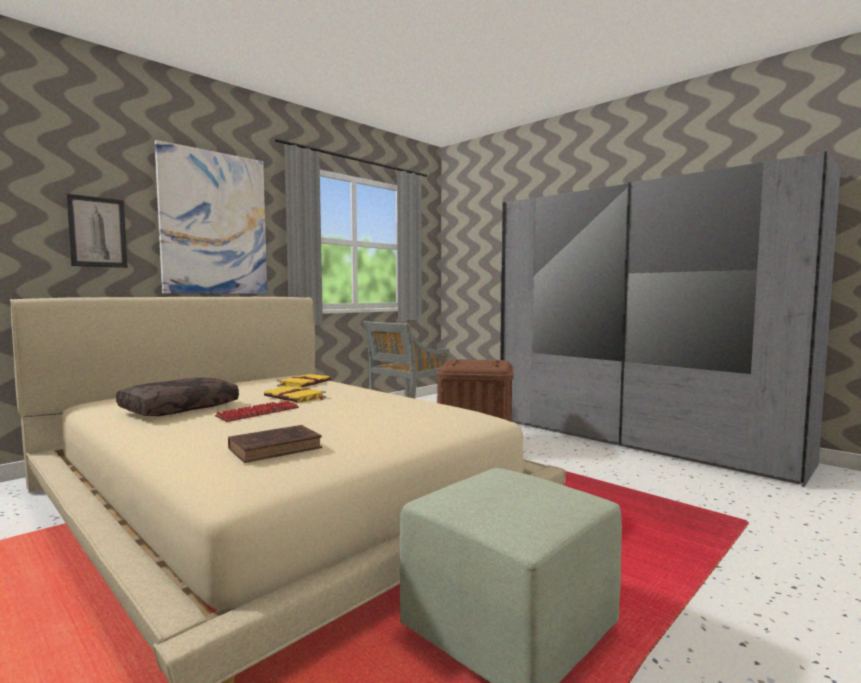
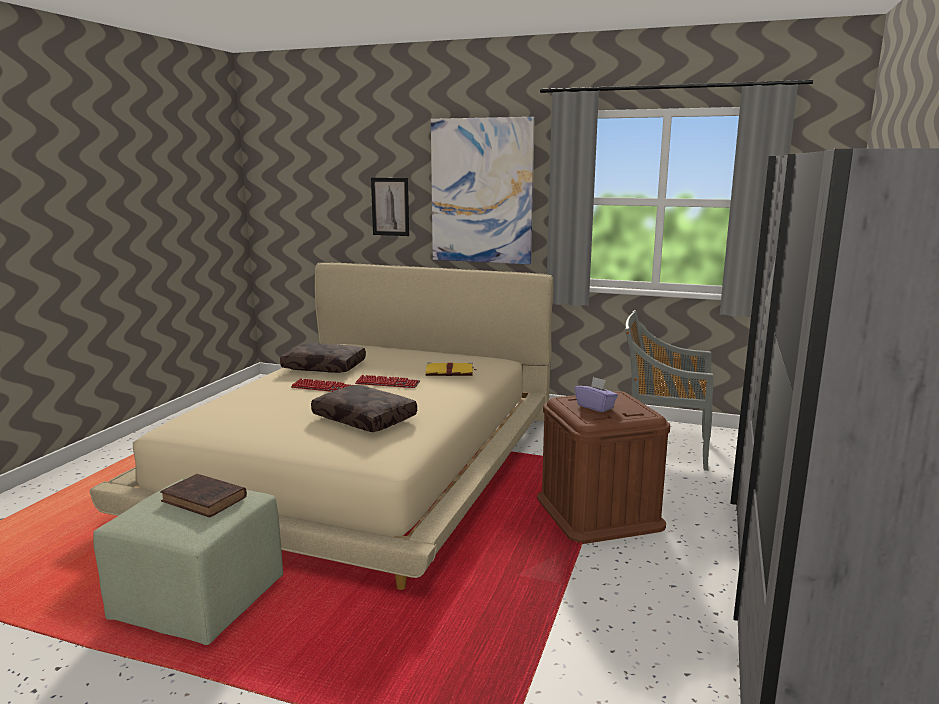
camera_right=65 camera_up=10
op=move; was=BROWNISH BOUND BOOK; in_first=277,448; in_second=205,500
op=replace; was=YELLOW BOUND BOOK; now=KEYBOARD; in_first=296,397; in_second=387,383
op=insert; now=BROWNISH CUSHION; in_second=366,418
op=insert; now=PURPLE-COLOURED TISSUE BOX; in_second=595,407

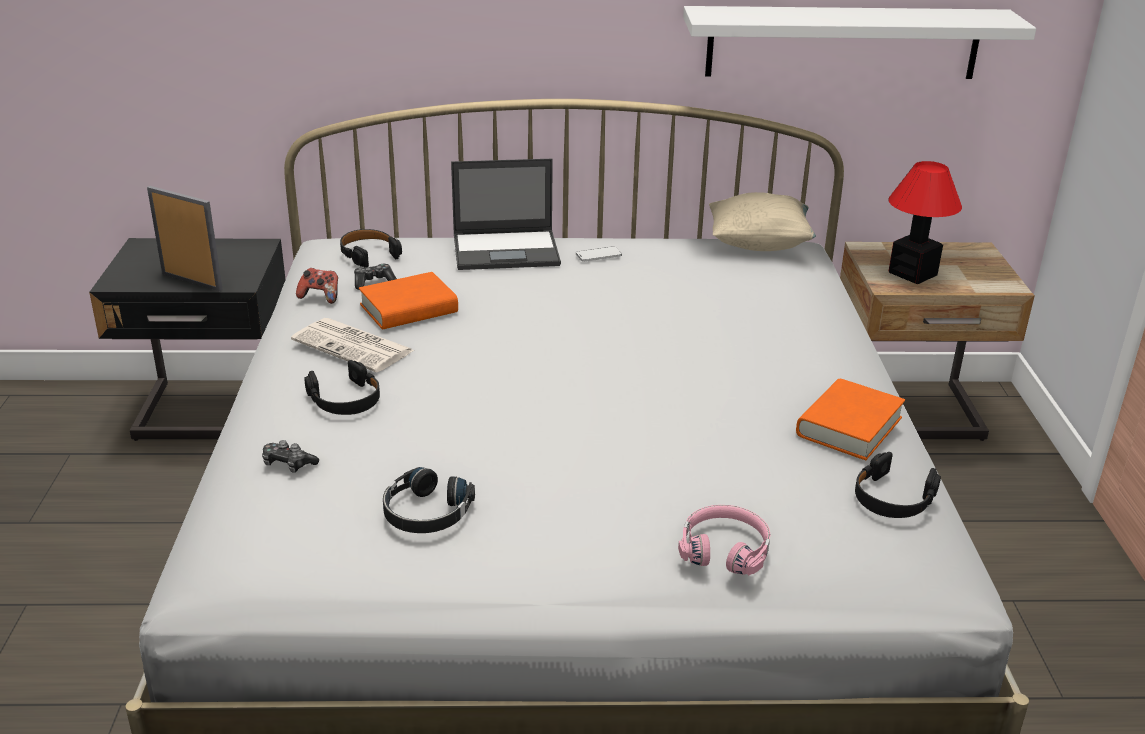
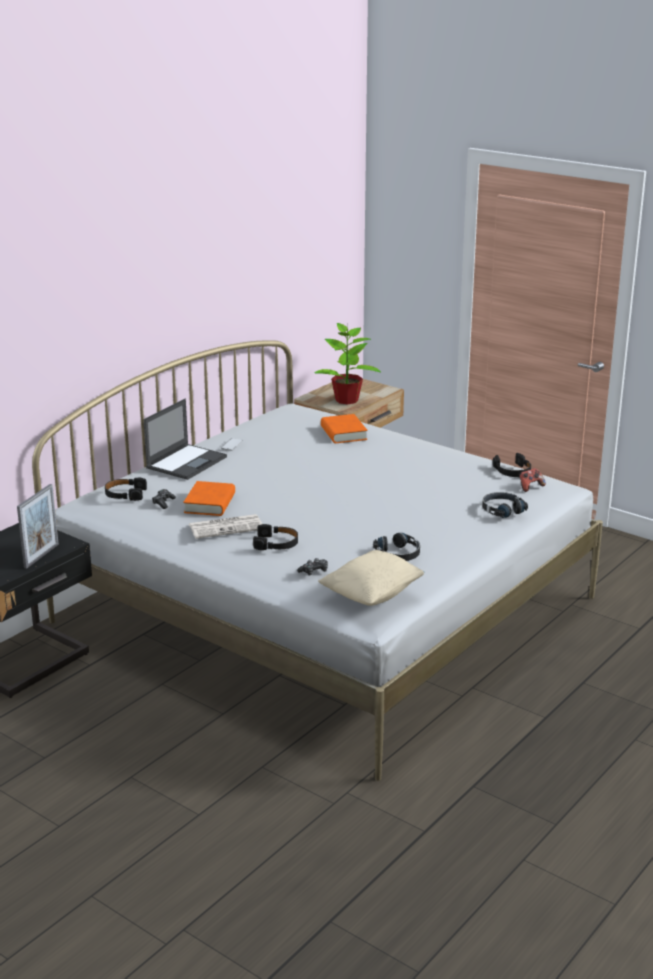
camera_right=-50 camera_up=-5
op=rotate; was=STANDING FRAME; in_first=192,281; in_second=41,556; clockwise=135
op=move; was=JOYPAD; in_first=320,297; in_second=530,487
op=recolor; was=PINK-COLOURED HEADSET; now=BLACK-COLOURED HEADSET; in_first=725,549; in_second=502,510
op=delete; was=WHITE BRACKET SHELF; in_first=843,42
op=move; was=SAND-COLOURED CUSHION; in_first=759,244; in_second=372,595
op=move; was=ORANGE-COLOURED BOUND BOOK; in_first=849,426; in_second=343,433
op=replace; was=TABLE LAMP; now=POTTED PLANT; in_first=911,273; in_second=346,400

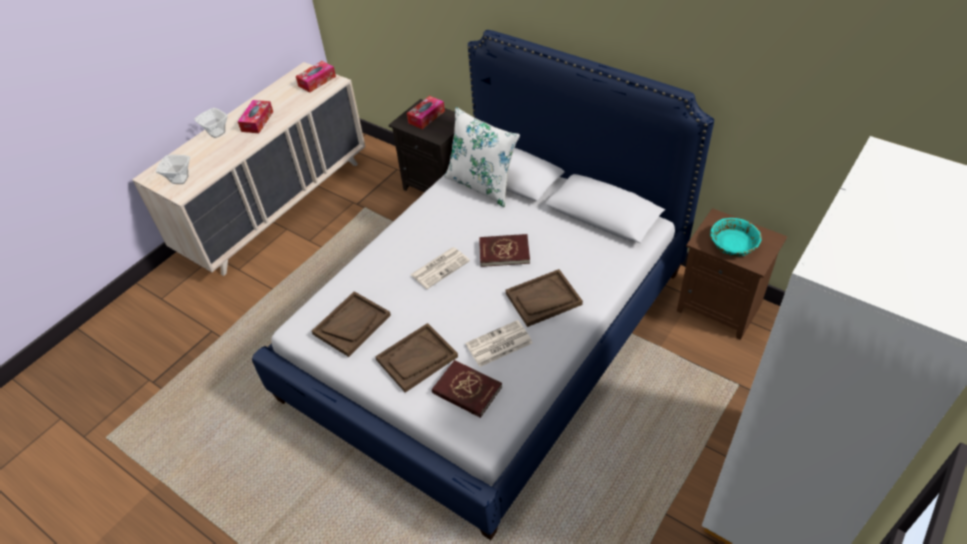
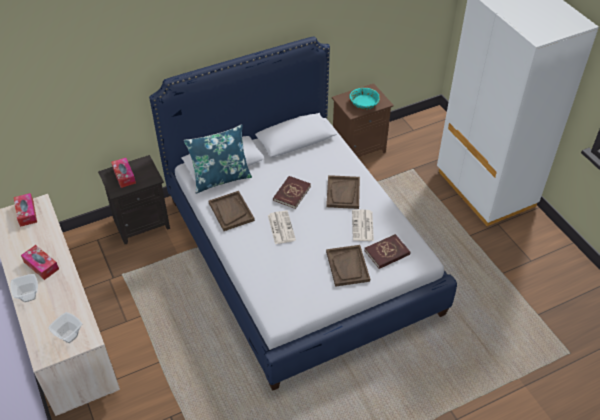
camera_right=-65 camera_up=0
op=move; was=BROWNISH CARRYING TRAY; in_first=352,324; in_second=231,212
op=recolor; was=WHITE CUSHION; now=BLUISH CUSHION; in_first=482,184; in_second=220,178

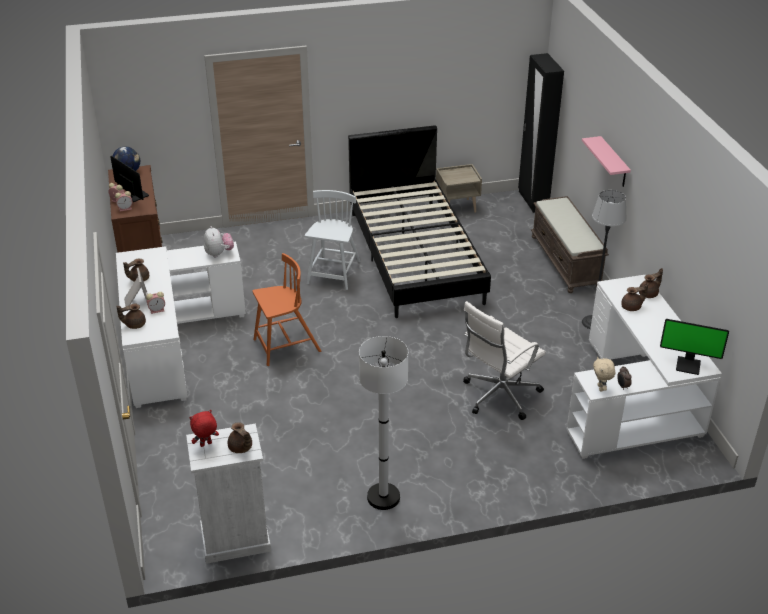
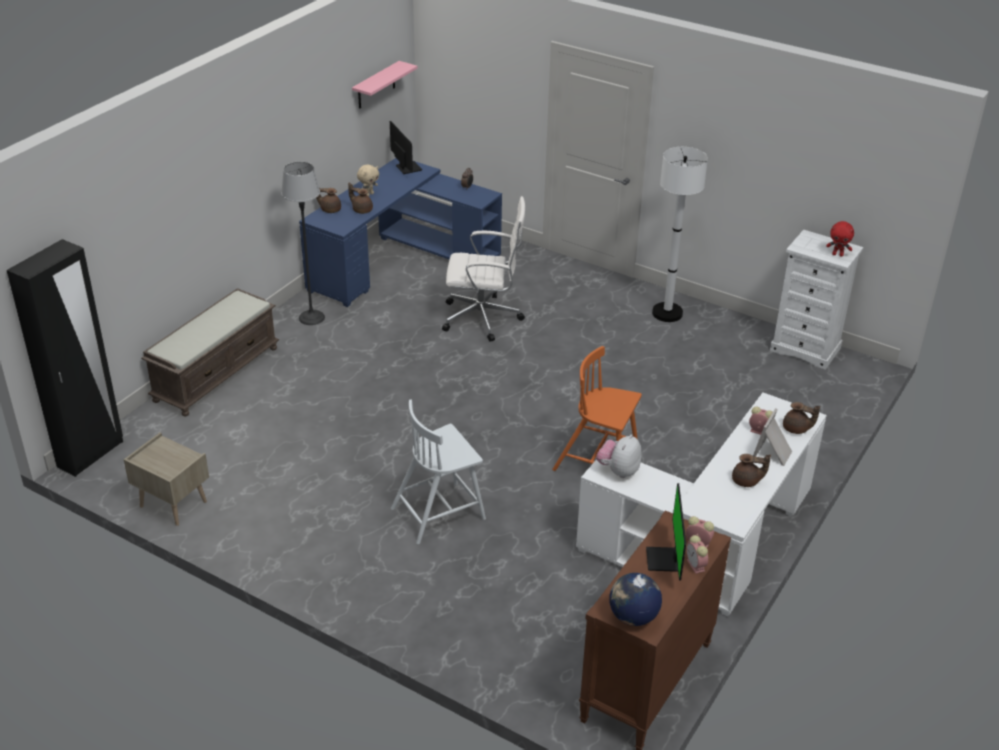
camera_right=-135 camera_up=0
op=delete; was=BROWNISH TEAPOT; in_first=241,448
op=delete; was=BLACK-COLOURED BED; in_first=415,256
op=recolor; was=WHITE DESK UNIT; now=BLUISH DESK UNIT; in_first=635,401; in_second=398,261
op=move; was=PINK-COLOURED BRACKET SHELF; in_first=614,163; in_second=376,85
op=move; was=SAND-COLOURED SOFT TOY; in_first=601,388; in_second=369,194

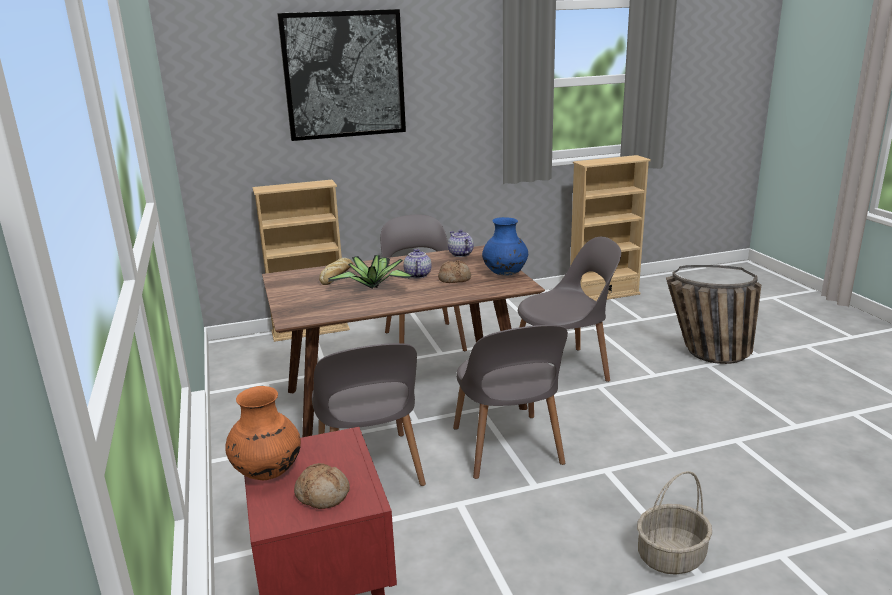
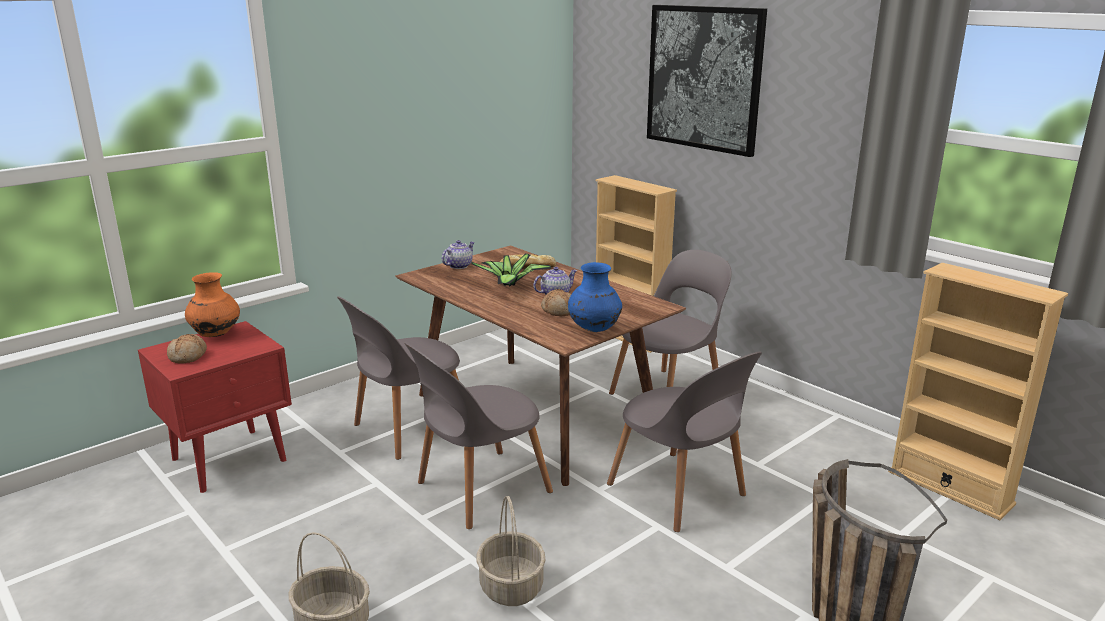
camera_right=65 camera_up=0
op=move; was=TEAPOT; in_first=460,254; in_second=458,266
op=insert; now=HOUSEHOLD BASKET; in_second=510,586

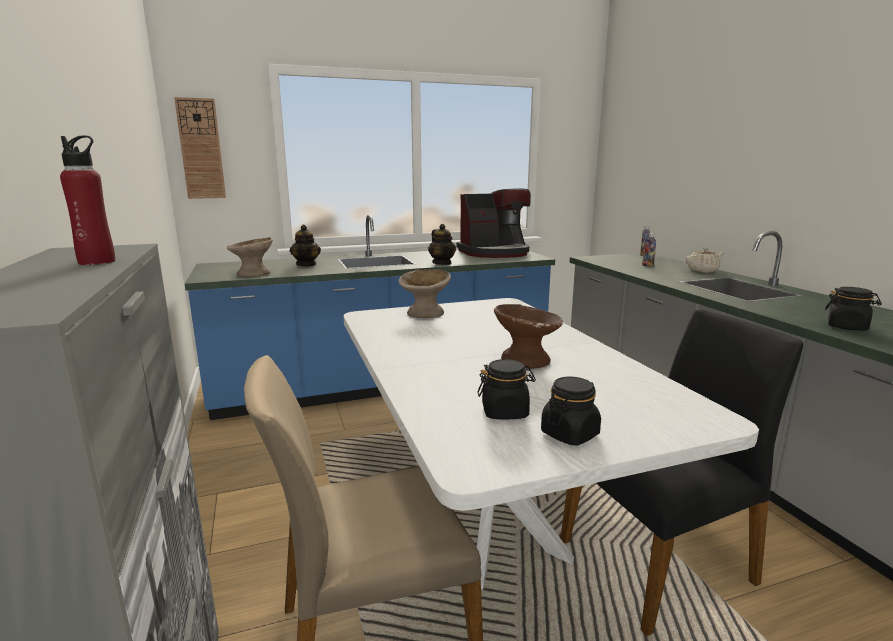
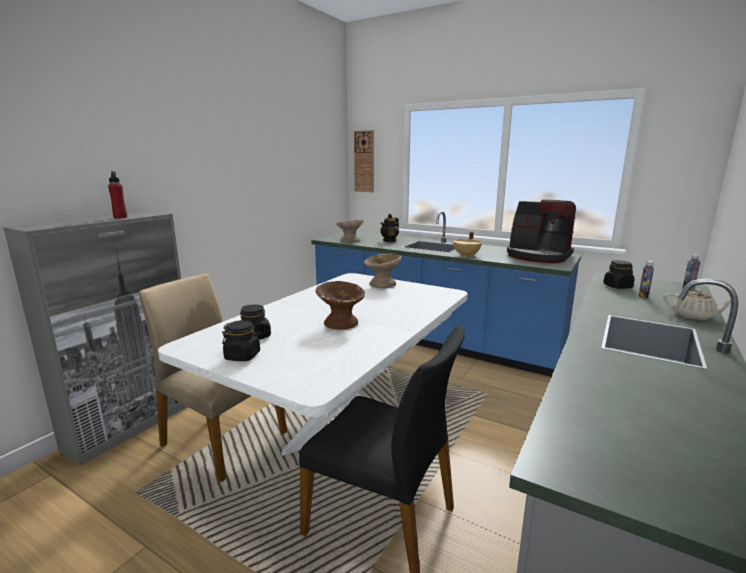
camera_right=50 camera_up=0
op=replace; was=TEAPOT; now=SAND-COLOURED COOKING POT; in_first=442,263; in_second=467,255
op=move; was=BLACK-COLOURED PRESERVE JAR; in_first=847,327; in_second=617,287

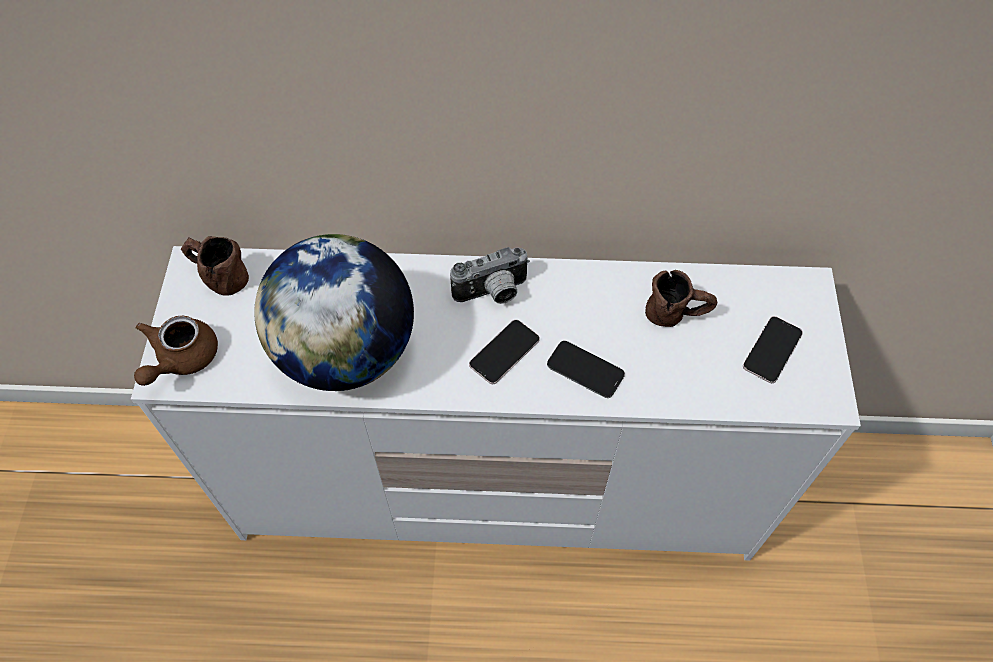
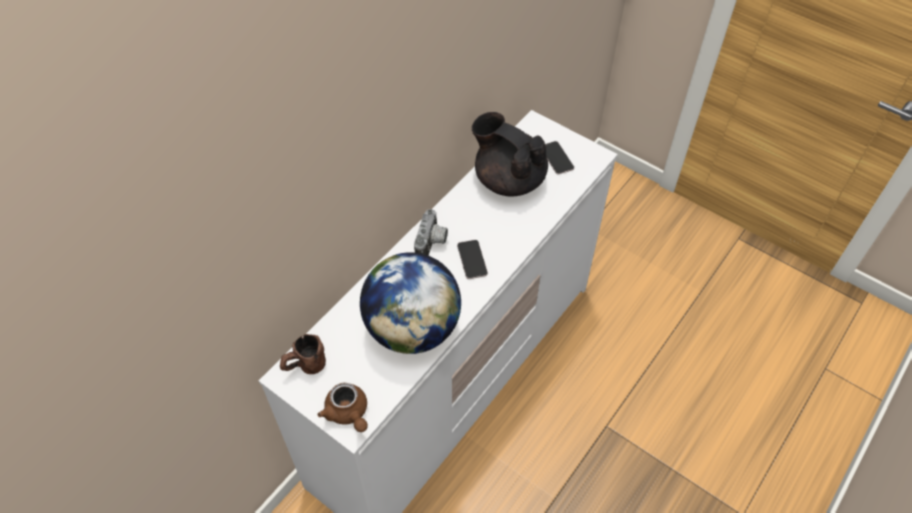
camera_right=-55 camera_up=-5
op=delete; was=HANDSET; in_first=585,370
op=replace; was=BROWNISH TEA MUG; now=BLACK-COLOURED TEAPOT; in_first=677,314; in_second=508,179

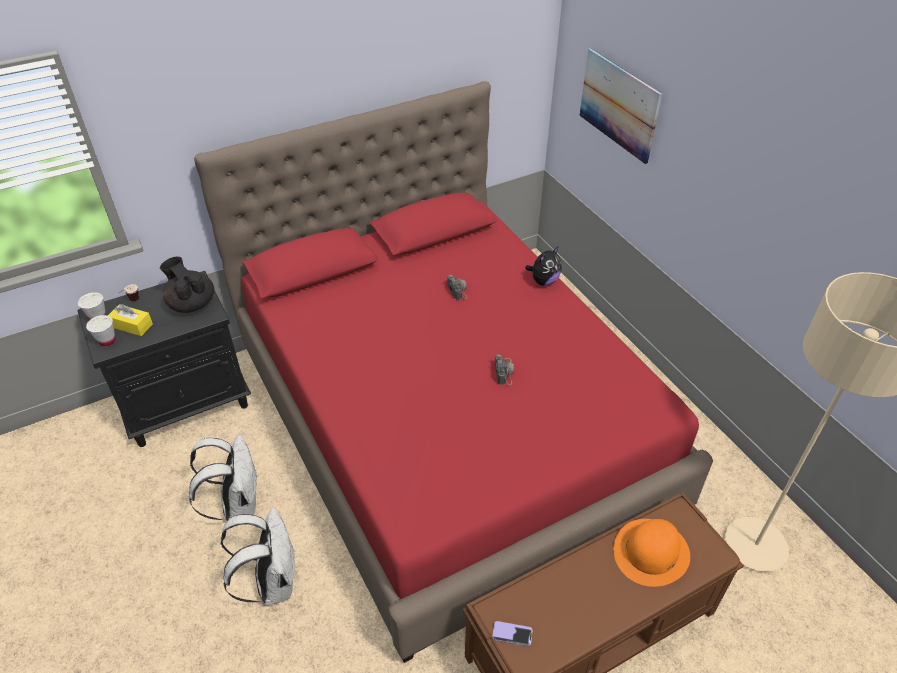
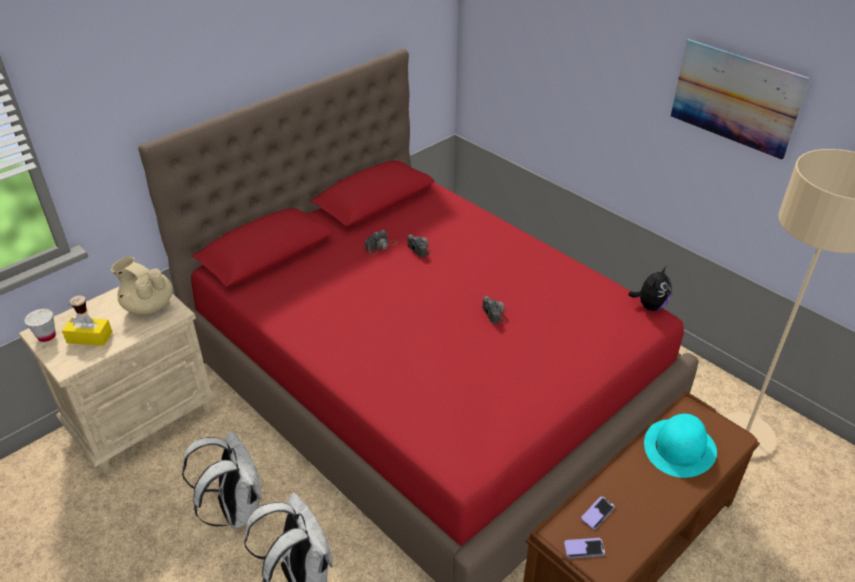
camera_right=-15 camera_up=-5
op=recolor; was=BLACK-COLOURED BEDSIDE TABLE; now=SAND-COLOURED BEDSIDE TABLE; in_first=187,402; in_second=143,420
op=delete; was=WHITE CUP; in_first=107,341
op=recolor; was=BLACK-COLOURED TEAPOT; now=SAND-COLOURED TEAPOT; in_first=192,303; in_second=148,305
op=move; was=SOFT TOY; in_first=543,281; in_second=650,306
op=move; was=PICTURE; in_first=618,105; in_second=735,97
op=recolor; was=ORANGE-COLOURED HAT; now=TURQUOISE-COLOURED HAT; in_first=651,552; in_second=679,447
op=insert; now=PHOTO CAMERA; in_second=381,246
op=insert; now=HANDSET; in_second=597,513

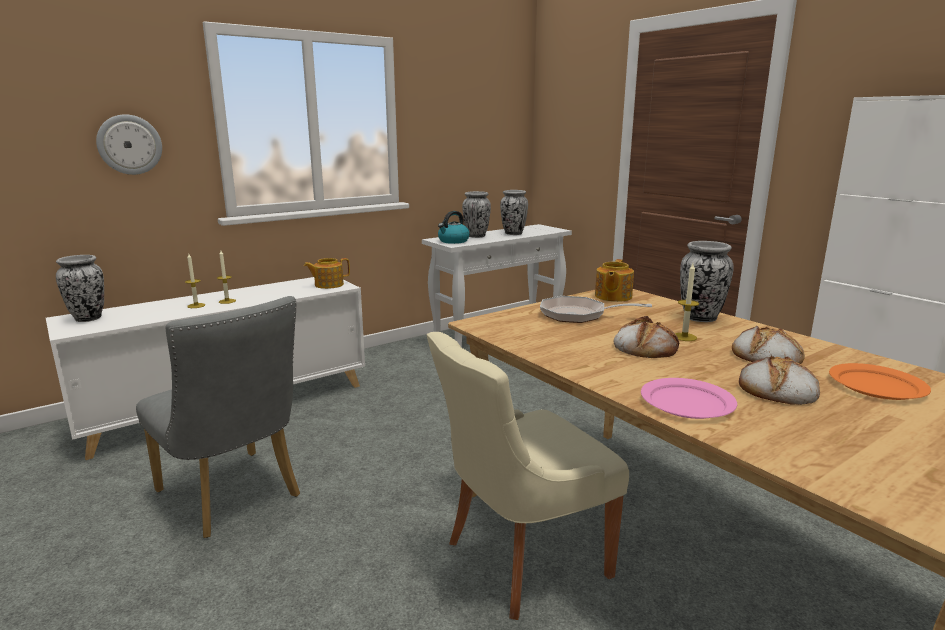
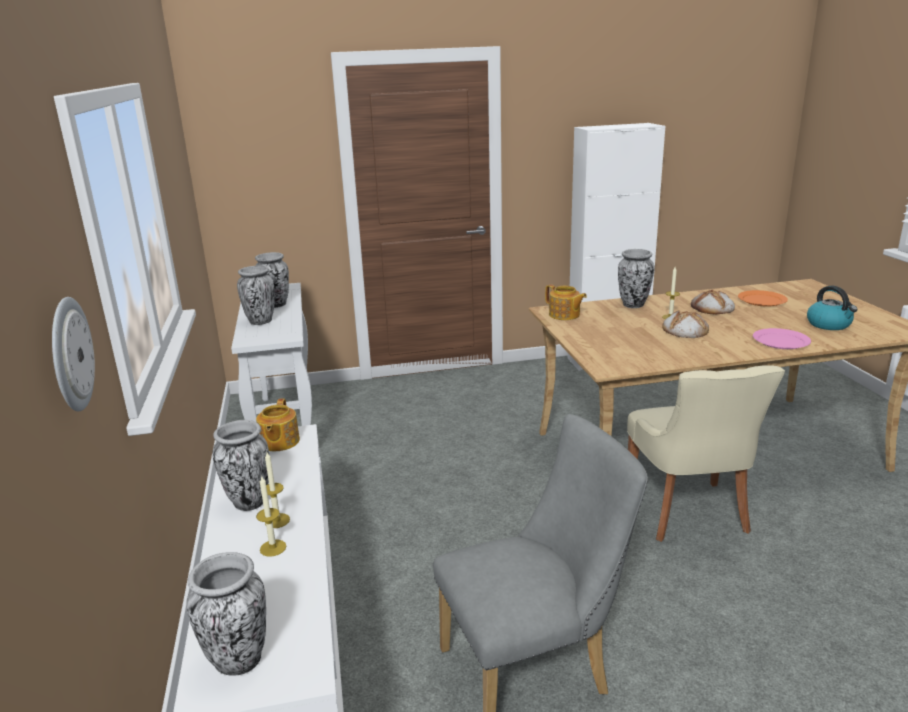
camera_right=-65 camera_up=5
op=move; was=WATER KETTLE; in_first=453,241; in_second=829,325
op=delete; was=PAN; in_first=578,315
op=delete; was=BAKED BREAD; in_first=776,389
op=insert; now=VASE; in_second=248,502

